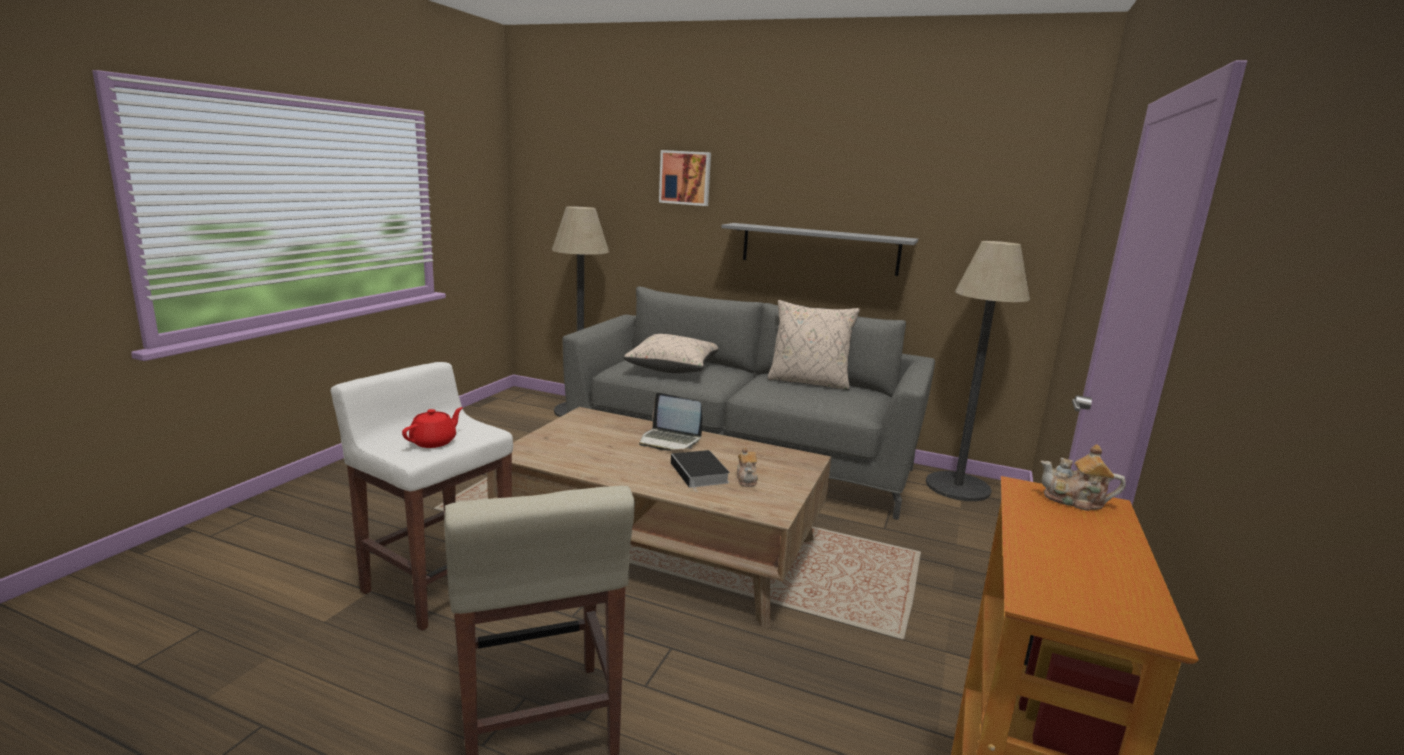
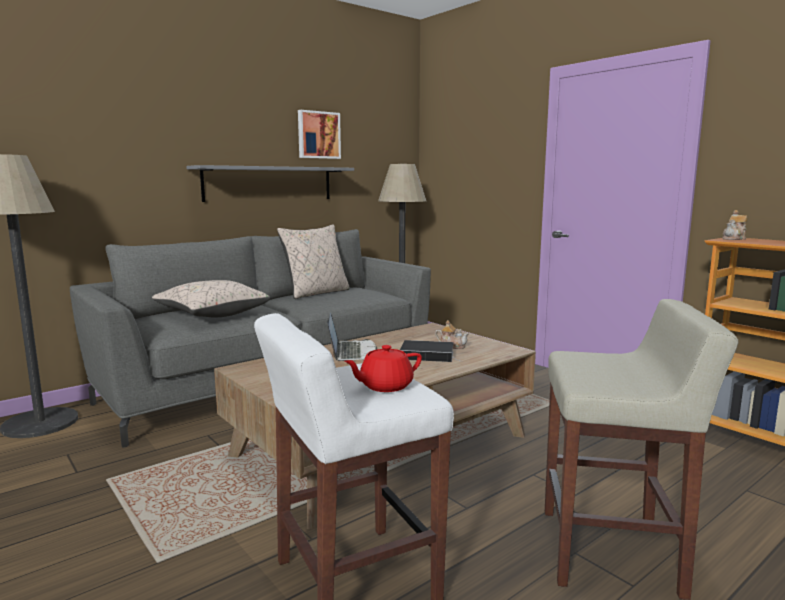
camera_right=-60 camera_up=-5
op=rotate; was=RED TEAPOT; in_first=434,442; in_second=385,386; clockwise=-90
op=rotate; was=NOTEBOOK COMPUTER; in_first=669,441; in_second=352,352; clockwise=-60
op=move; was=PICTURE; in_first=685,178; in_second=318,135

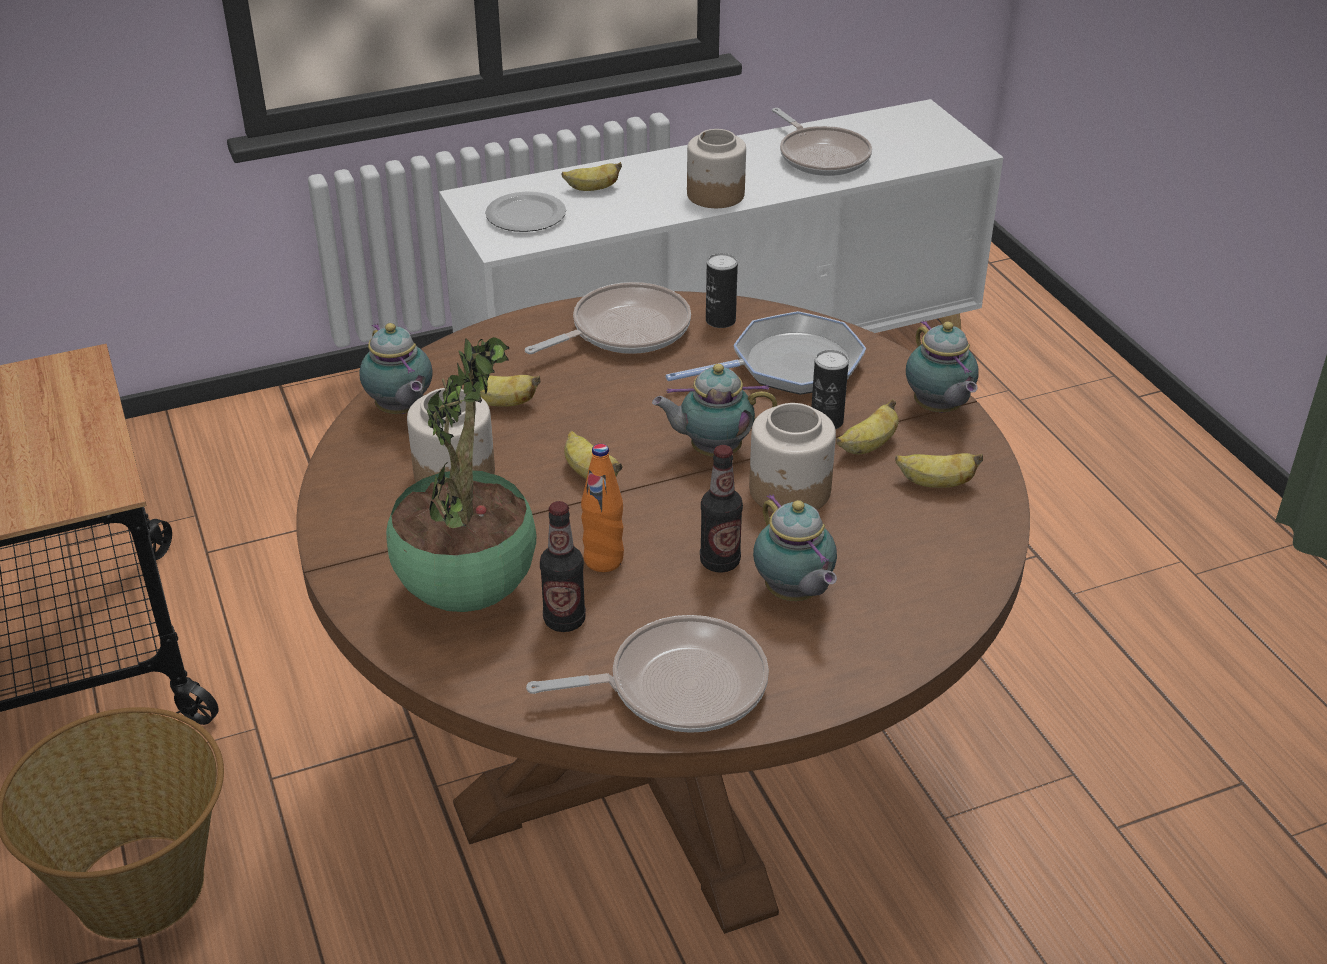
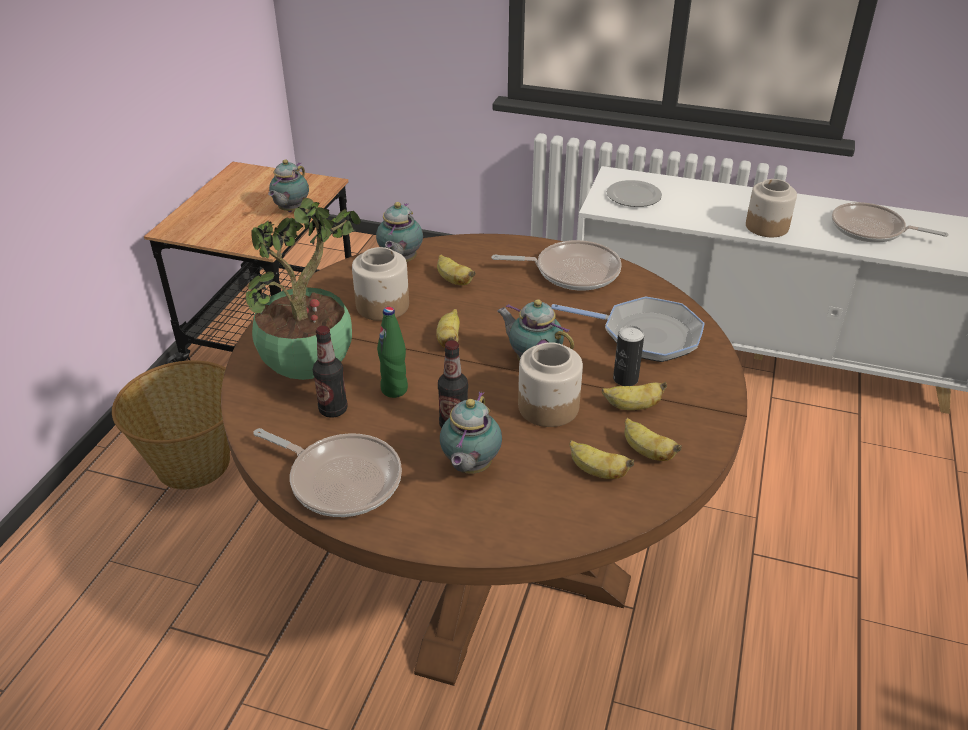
camera_right=40 camera_up=0
op=move; was=BANANA; in_first=592,189; in_second=596,472
op=recolor; was=ORANGE-COLOURED BOTTLE; now=GREEN BOTTLE; in_first=603,560; in_second=394,389
op=delete; was=SEALED CAN; in_first=720,320
op=rotate; was=PAN; in_first=821,156; in_second=871,230; clockwise=105
op=move; was=TEAPOT; in_first=938,409; in_second=290,211

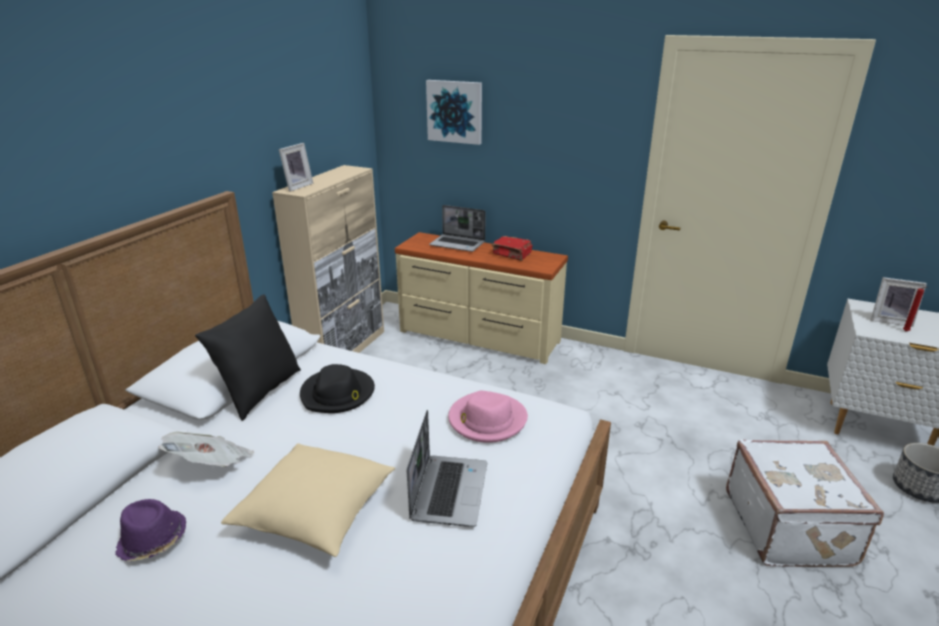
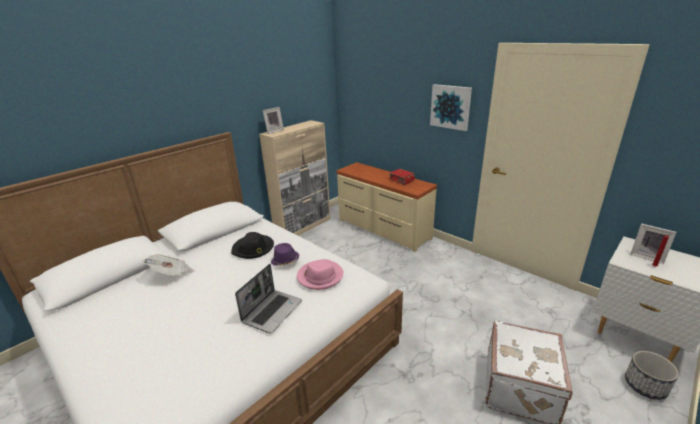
camera_right=20 camera_up=0
op=move; was=PURPLE-COLOURED HAT; in_first=153,541; in_second=285,261
op=delete; was=BLACK-COLOURED CUSHION; in_first=260,392
op=delete; was=SAND-COLOURED CUSHION; in_first=316,514
op=move; was=PICTURE; in_first=455,111; in_second=450,107
op=delete; was=NOTEBOOK COMPUTER; in_first=458,244

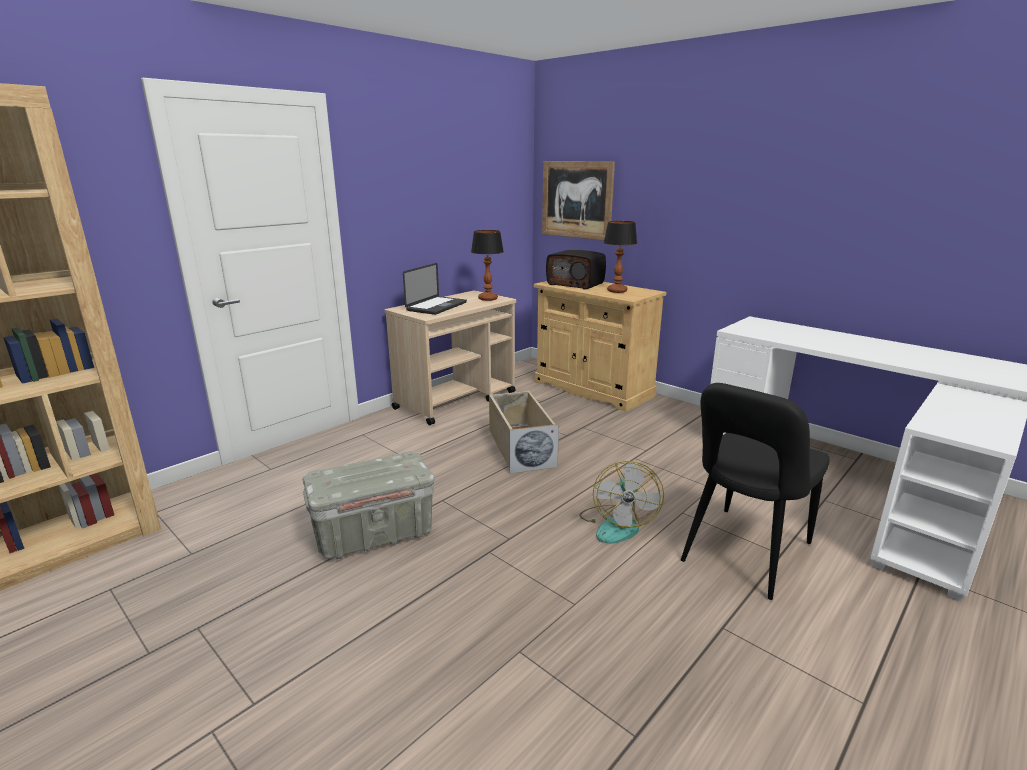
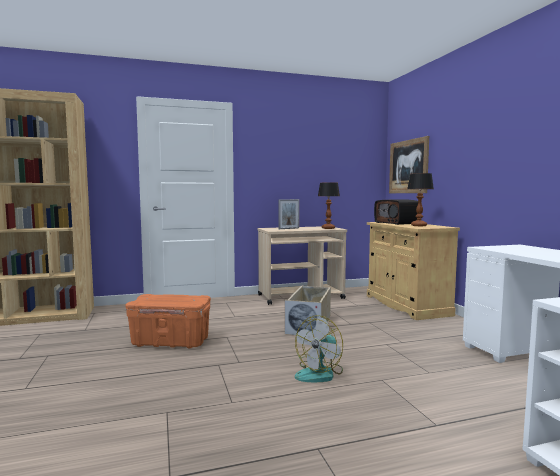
camera_right=30 camera_up=-15
op=recolor; was=GREY STORAGE CONTAINER; now=ORANGE-COLOURED STORAGE CONTAINER; in_first=373,534; in_second=170,342
op=replace; was=NOTEBOOK COMPUTER; now=STANDING FRAME; in_first=436,306; in_second=289,228
op=delete; was=BLACK-COLOURED PLAIN CHAIR; in_first=743,555

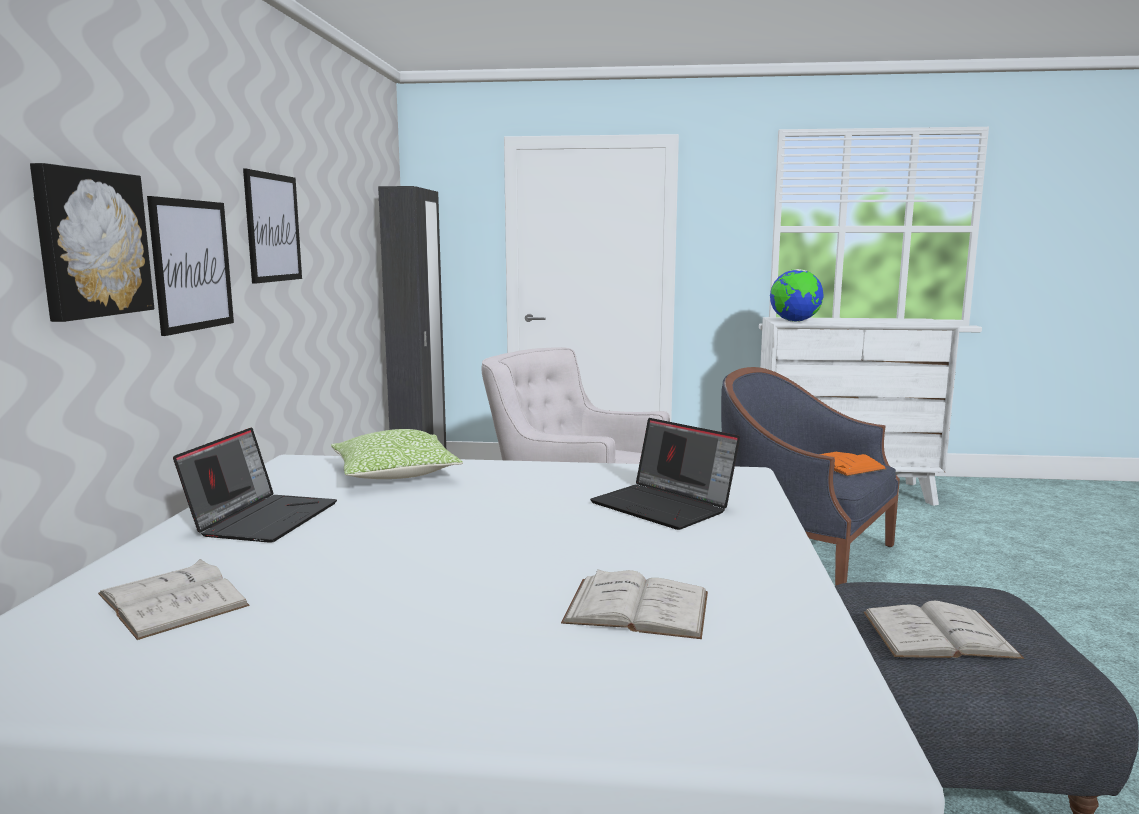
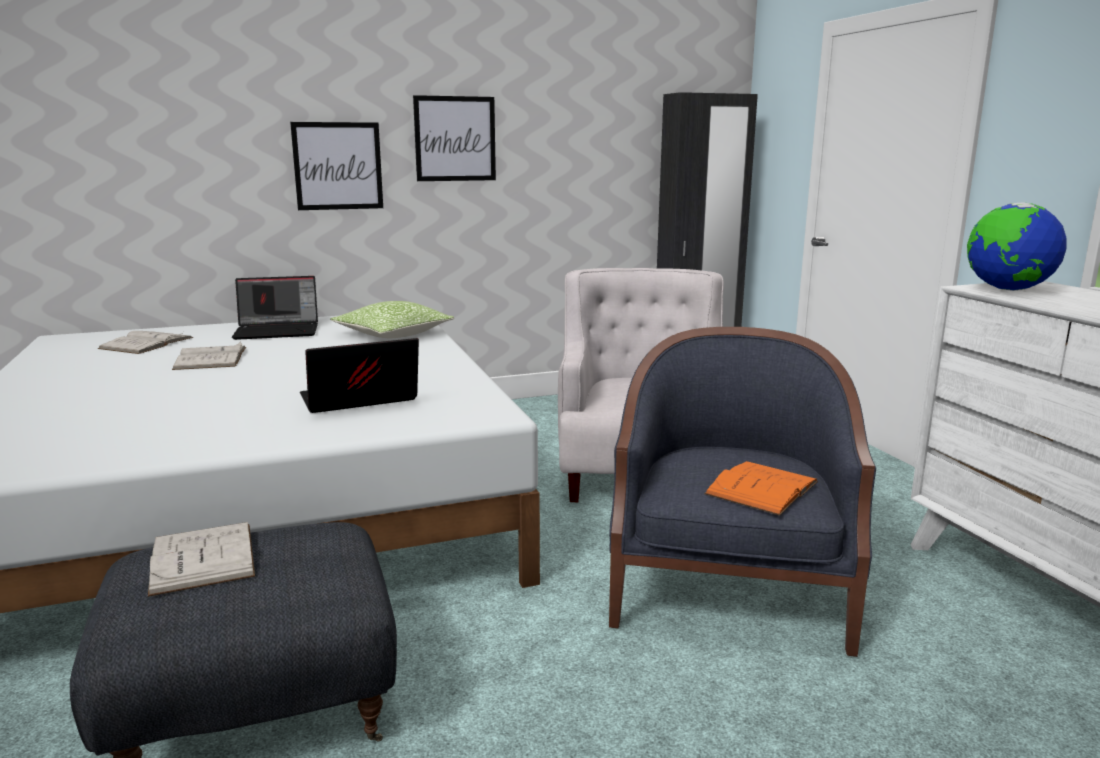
camera_right=65 camera_up=5
op=delete; was=PICTURE; in_first=91,243
op=move; was=WHITE BOUND BOOK; in_first=637,607; in_second=211,358
op=rotate; was=NOTEBOOK COMPUTER; in_first=665,506; in_second=358,401; clockwise=45

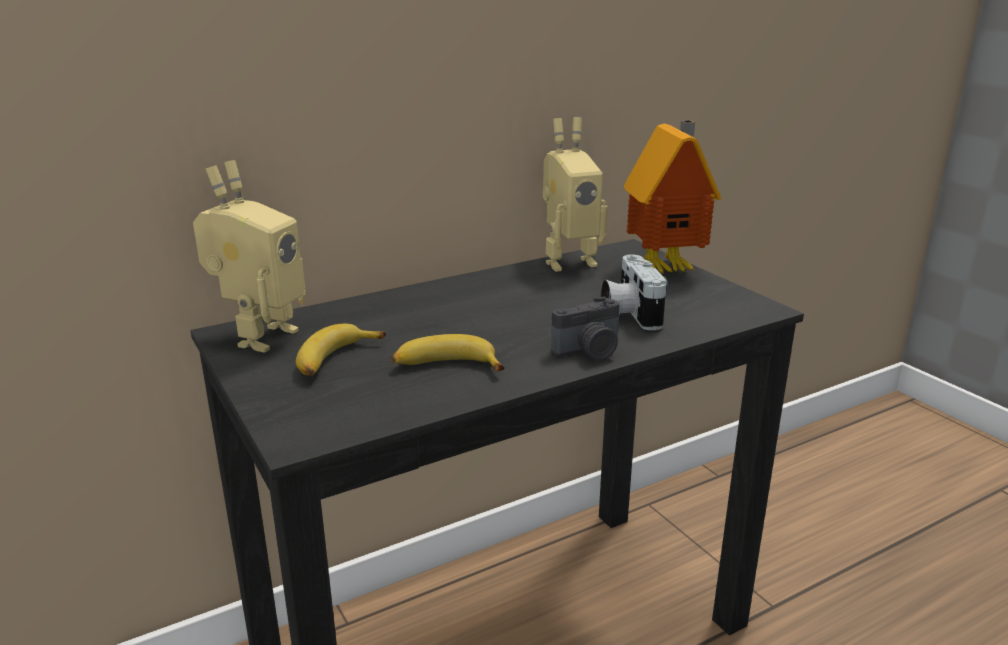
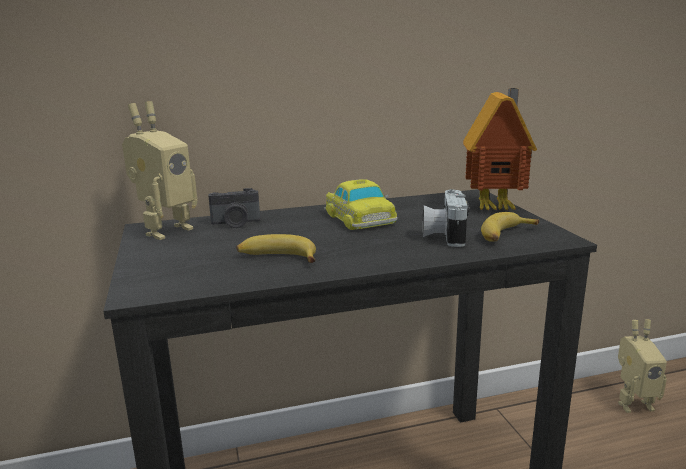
camera_right=15 camera_up=-5
op=move; was=BANANA; in_first=335,360; in_second=505,235
op=move; was=ROBOT FIGURE; in_first=567,261; in_second=632,403
op=move; was=PHOTO CAMERA; in_first=589,351; in_second=236,223
op=insert; now=MODEL CAR; in_second=359,218

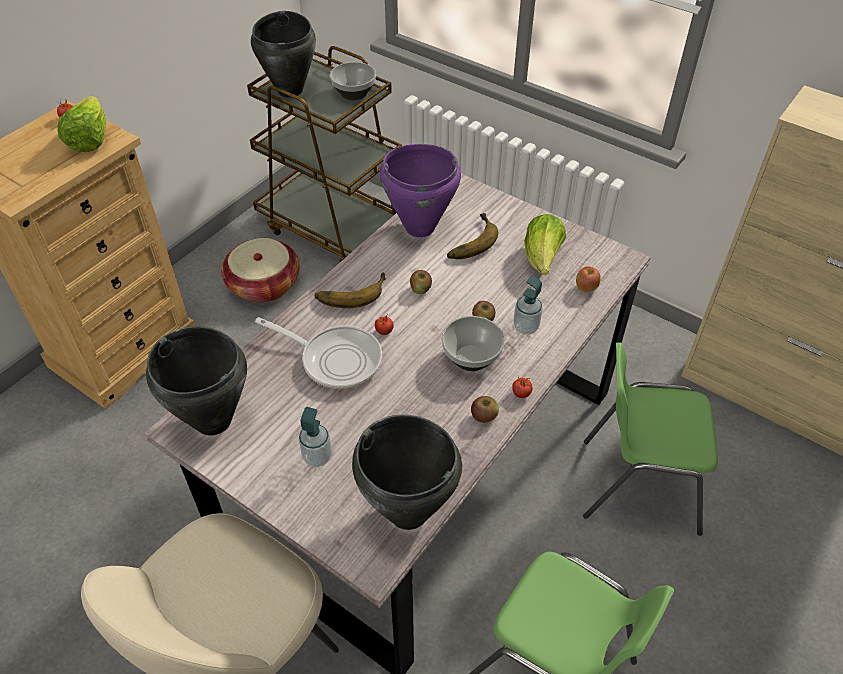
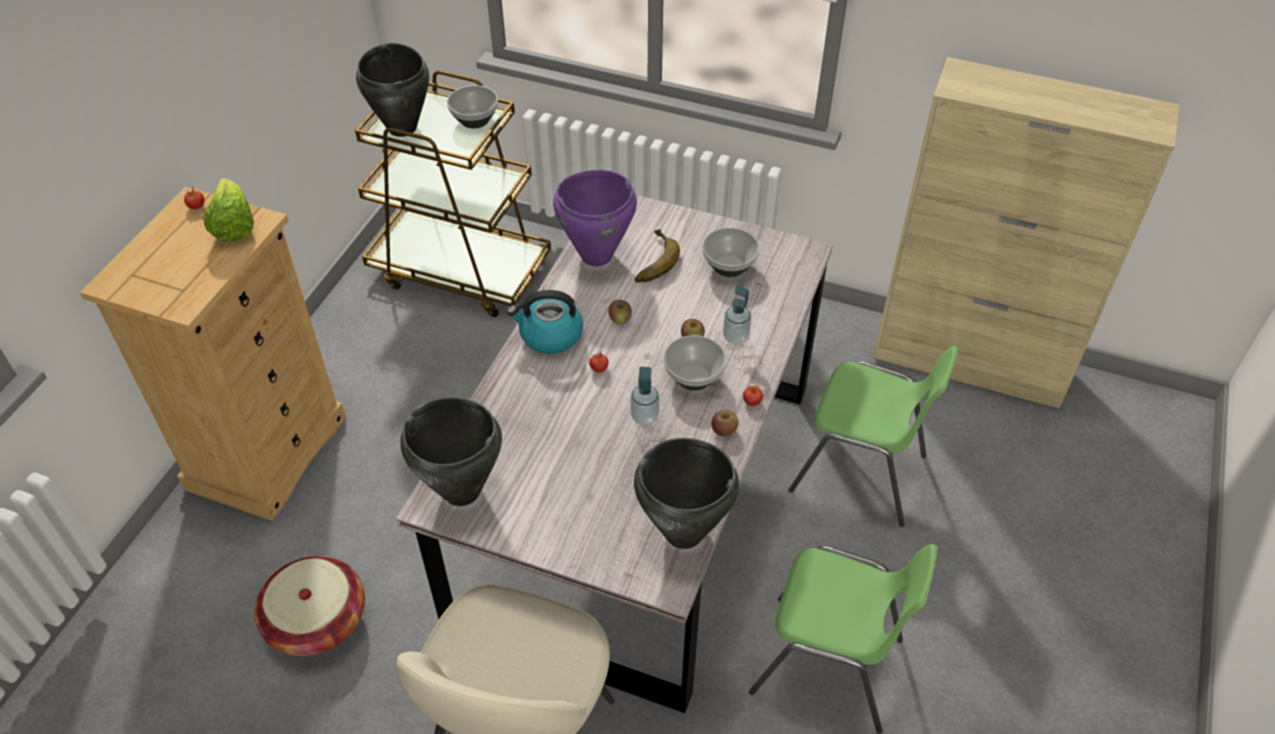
camera_right=-15 camera_up=0
op=move; was=HOUSEHOLD BASKET; in_first=264,285; in_second=317,621
op=delete; was=PAN; in_first=335,359
op=move; was=SOAP BOTTLE; in_first=317,457; in_second=644,417
op=replace; was=BANANA; now=WATER KETTLE; in_first=350,292; in_second=550,336
op=replace; was=LETTUCE HEAD; now=SERVING BOWL; in_first=542,259; in_second=729,266
op=delete; was=WHOLE APPLE; in_first=586,288
op=rotate; was=GREEN PLAIN CHAIR; in_first=638,484; in_second=859,473; clockwise=-150

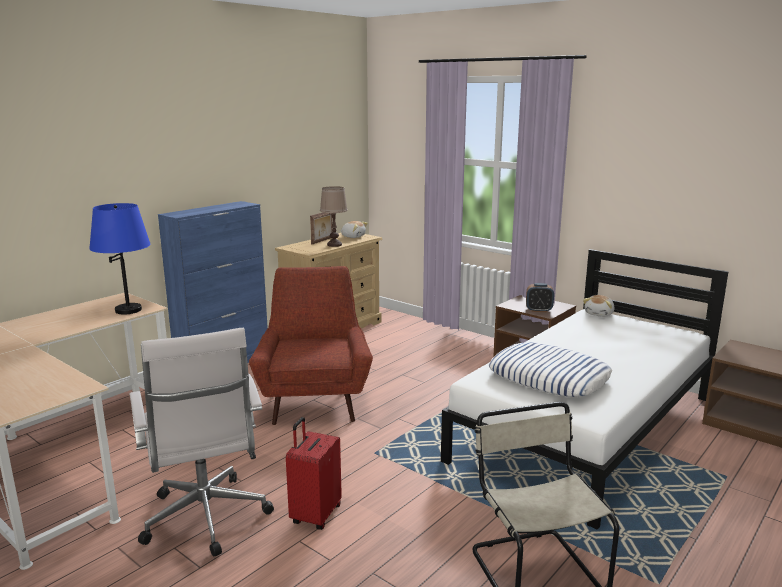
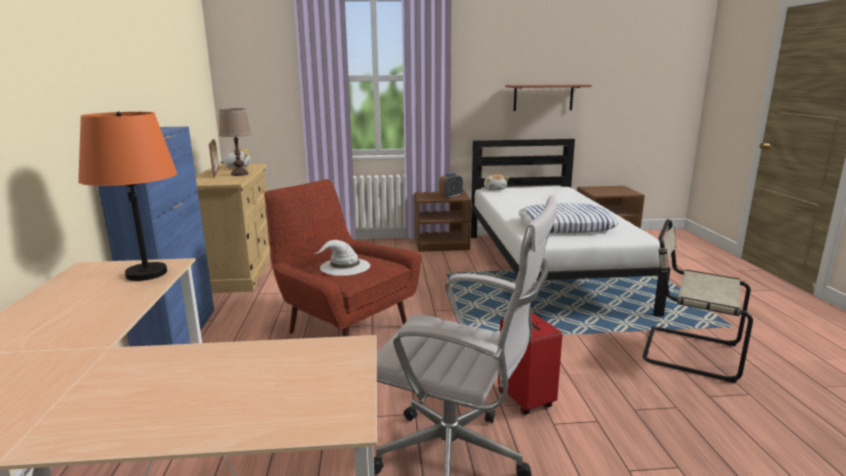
camera_right=-45 camera_up=0
op=recolor; was=BLUISH TABLE LAMP; now=ORANGE-COLOURED TABLE LAMP; in_first=128,310; in_second=146,273
op=insert; now=WHITE HAT; in_second=344,267
op=insert; now=BRACKET SHELF; in_second=543,97

